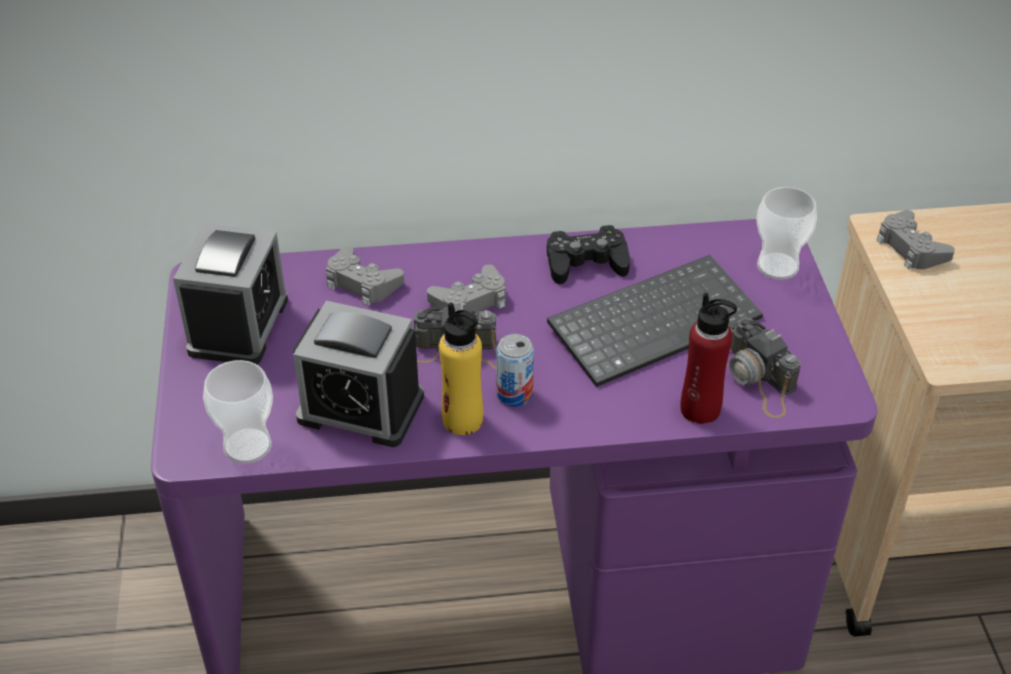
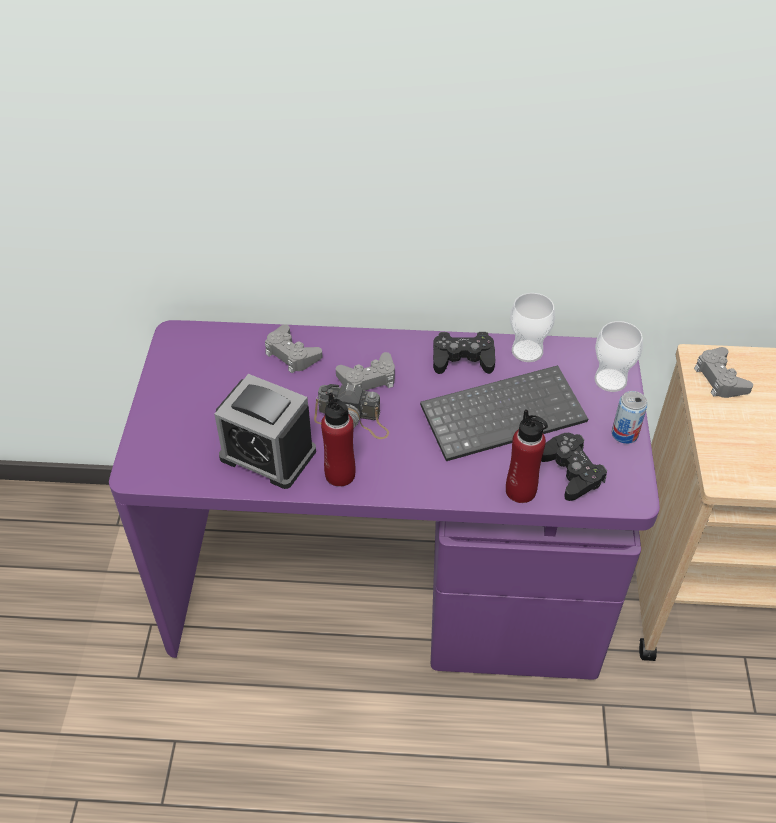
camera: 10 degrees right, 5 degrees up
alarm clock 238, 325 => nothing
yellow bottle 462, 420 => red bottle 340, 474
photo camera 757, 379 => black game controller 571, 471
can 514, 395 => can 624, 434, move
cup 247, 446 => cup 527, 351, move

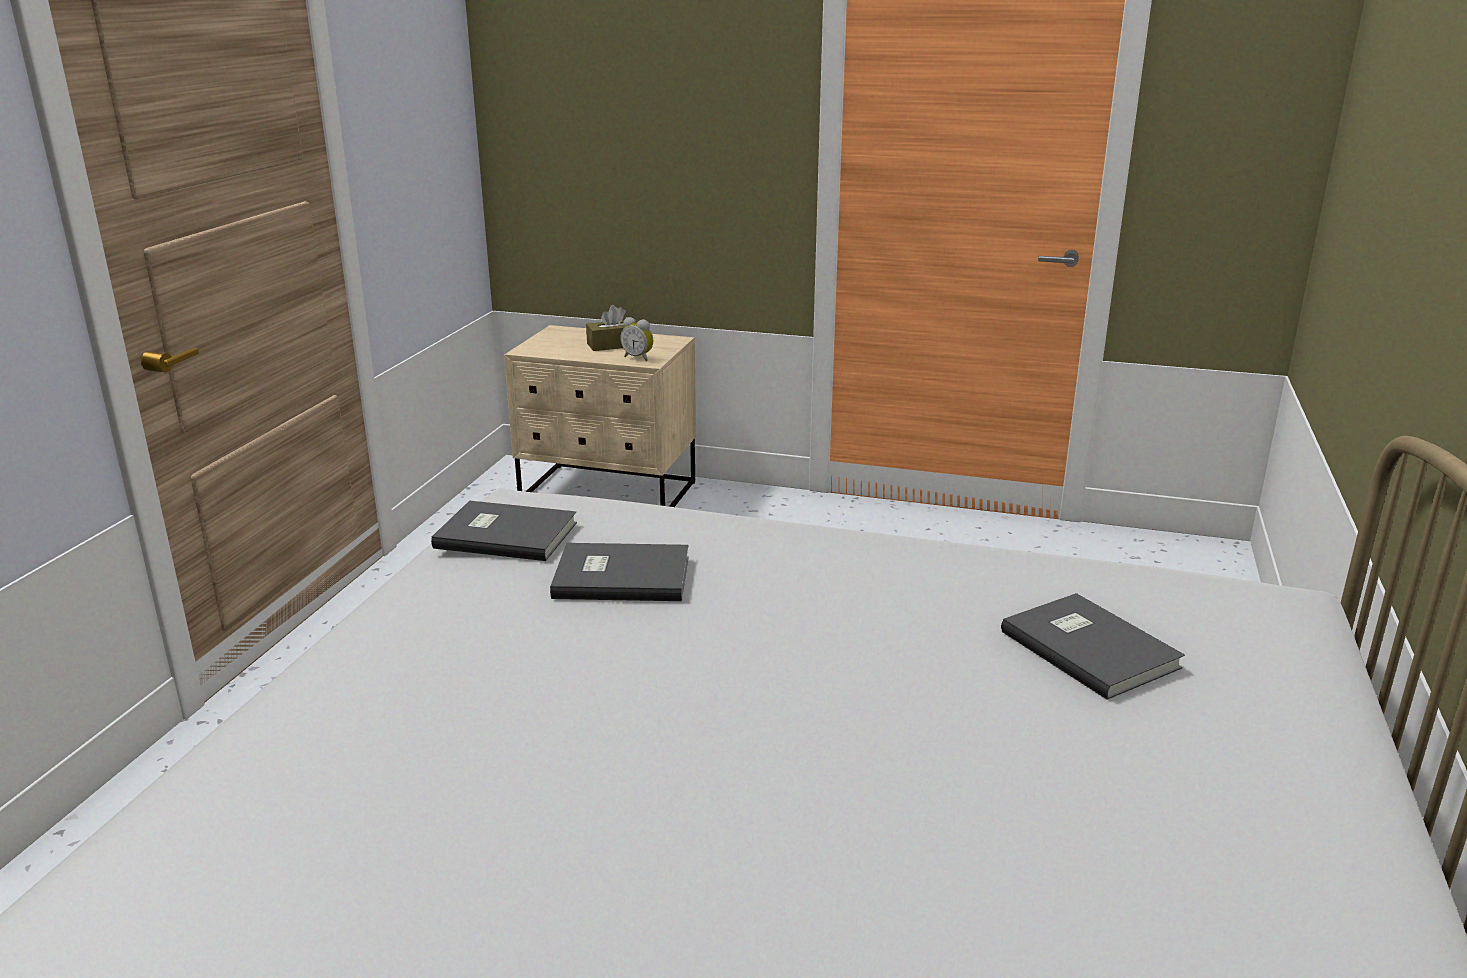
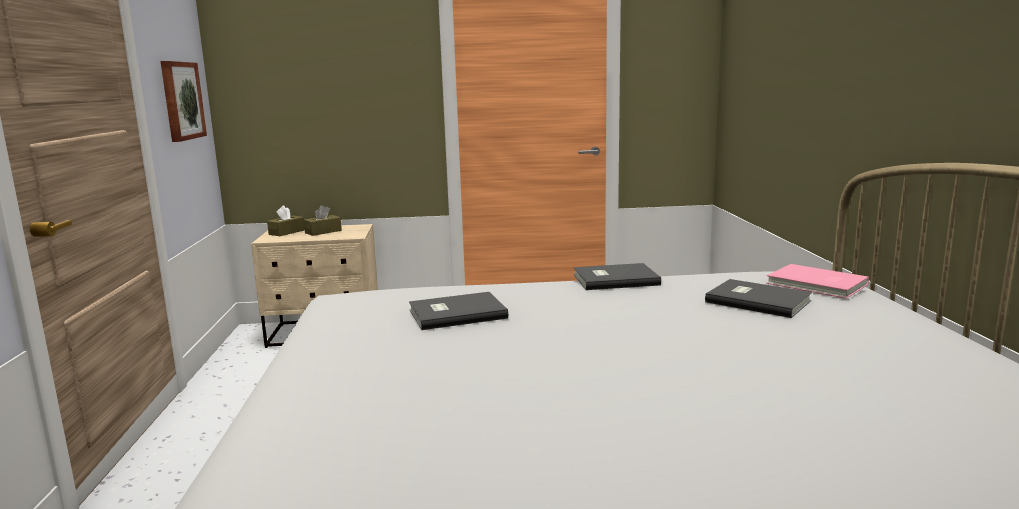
camera: 20 degrees left, 10 degrees down
alarm clock 638, 358 => nothing
grey book 505, 533 => grey book 614, 279, move
nothing => picture 181, 100
nothing => brown tissue box 287, 232
nothing => pink book 817, 284

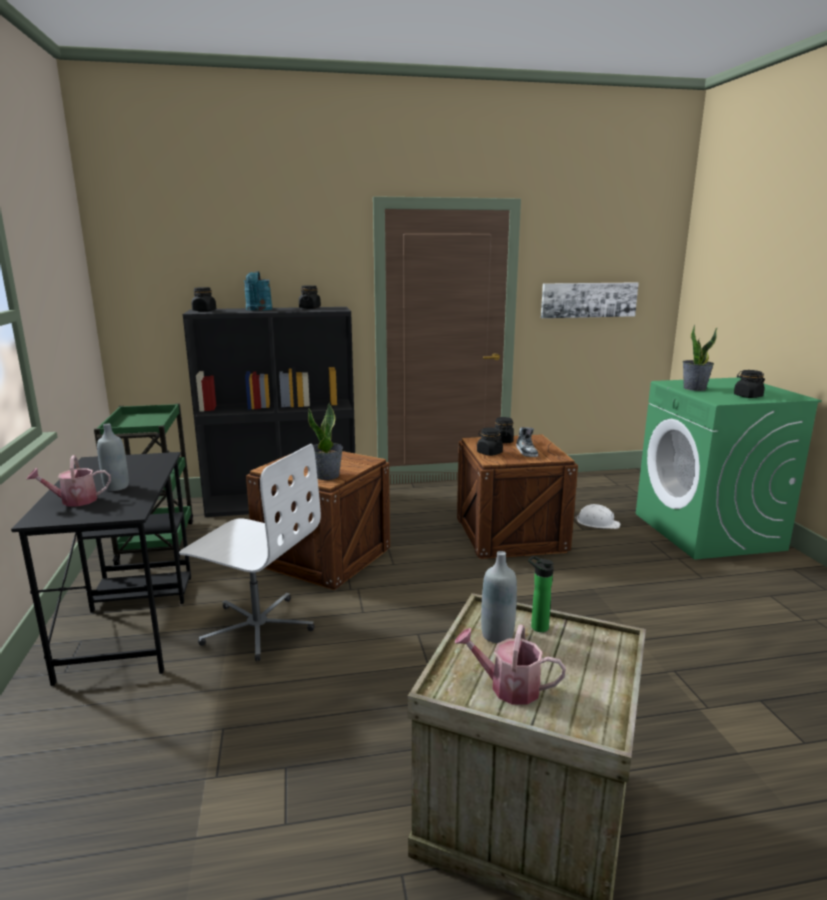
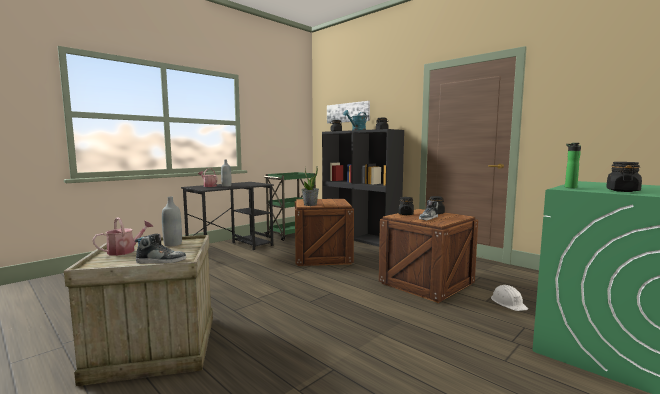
camera: 55 degrees right, 10 degrees down
picture 588, 300 => picture 348, 112, move
potted plant 694, 388 => nothing
white office chair 257, 627 => nothing
bottle 537, 626 => bottle 569, 187, move
watering can 508, 687 => watering can 125, 251, 60 degrees clockwise
nothing => shoe 161, 261

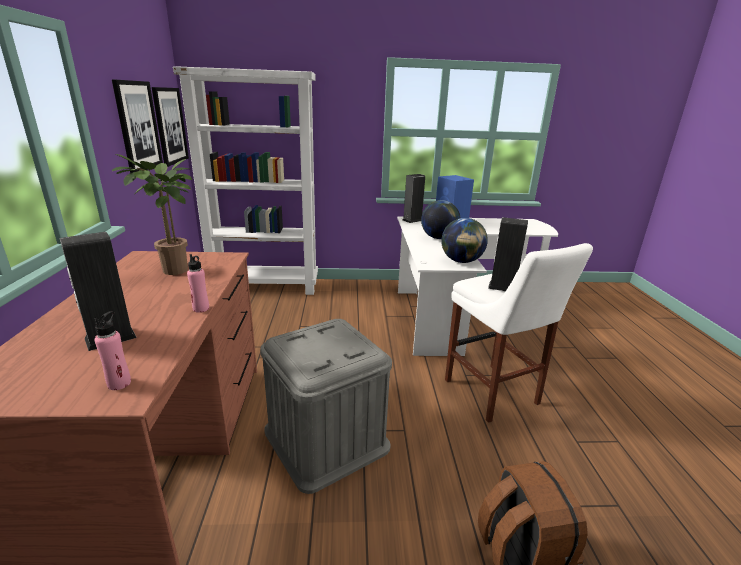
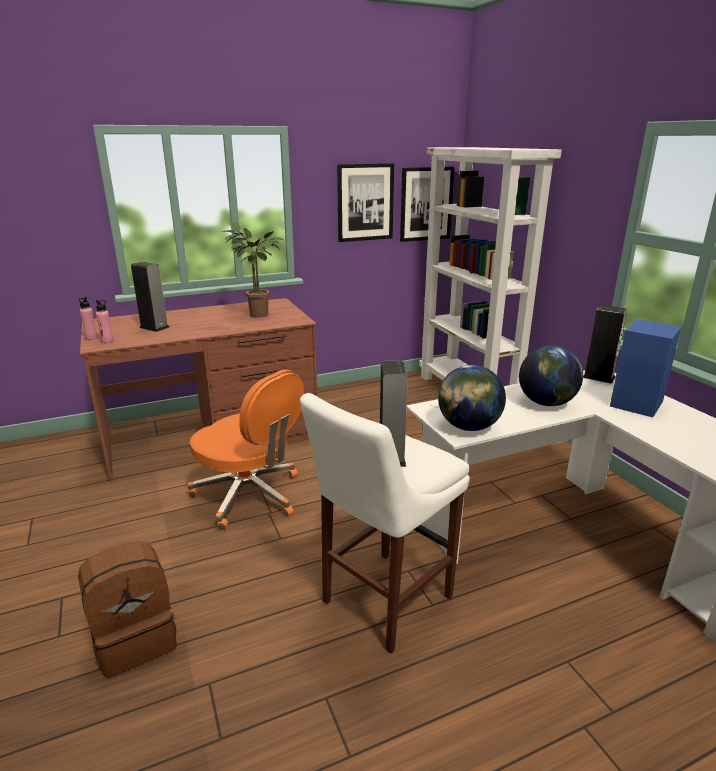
camera: 70 degrees right, 0 degrees up
pink bottle 201, 309 => pink bottle 91, 338, move
grey storage box 326, 439 => orange office chair 250, 496

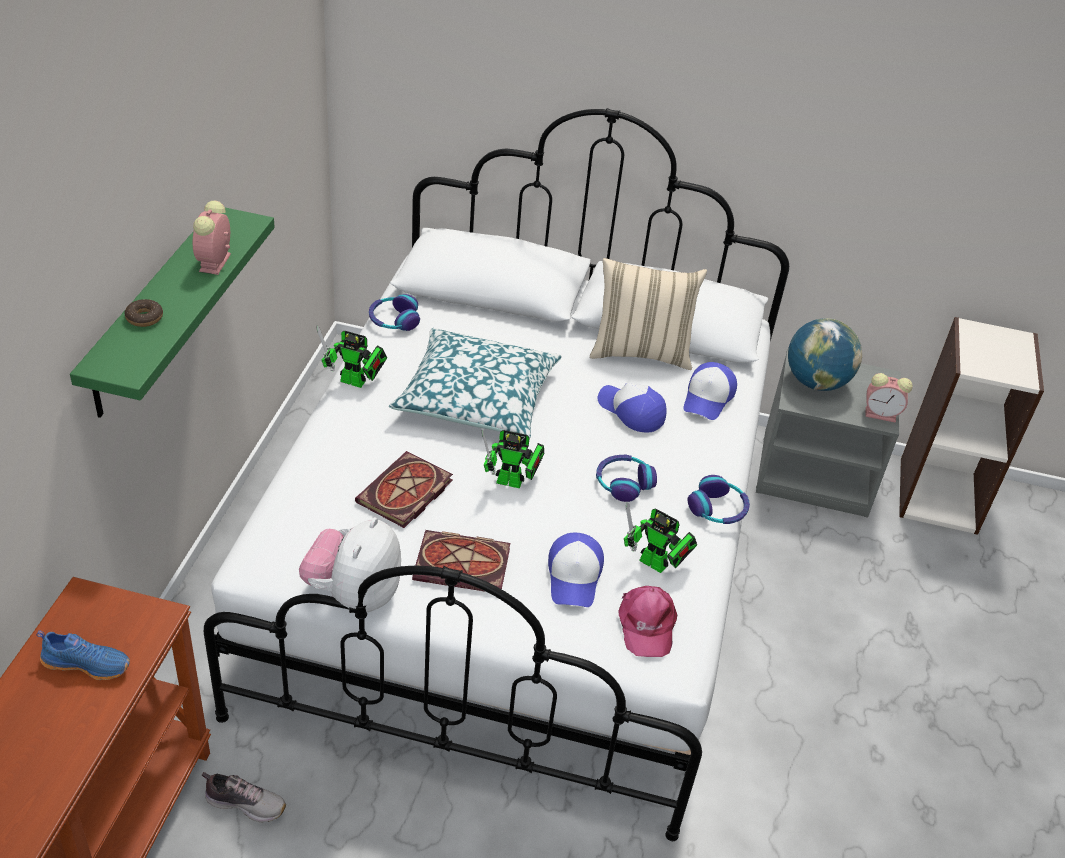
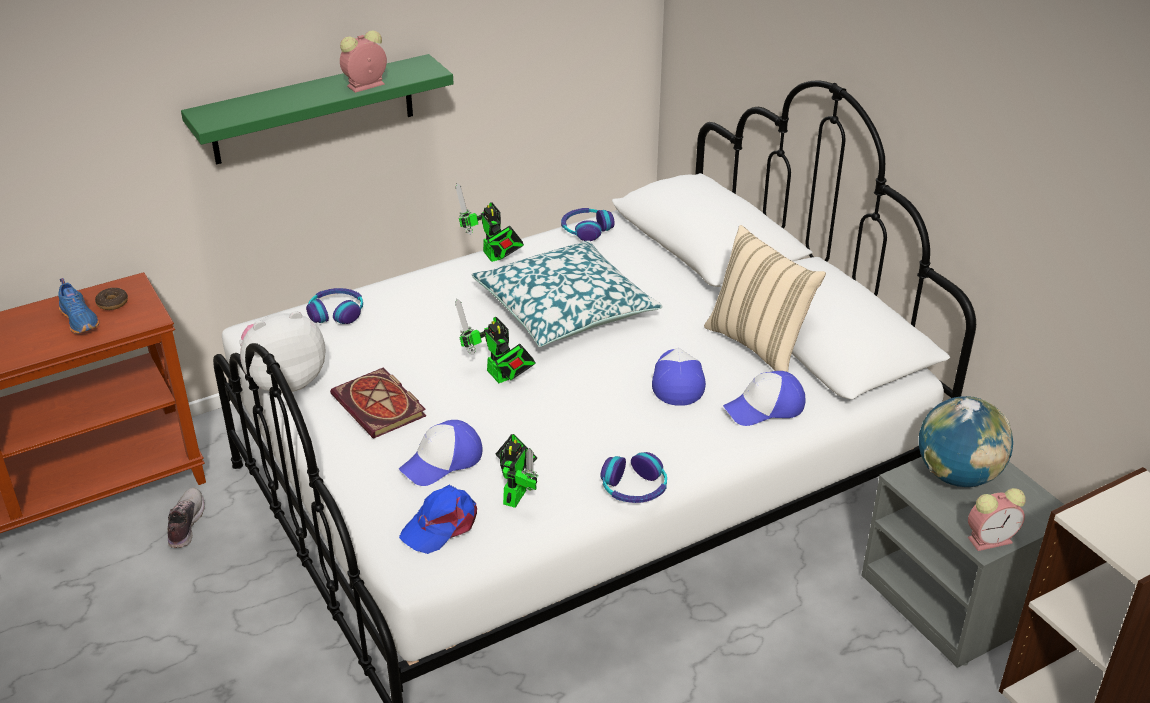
camera: 50 degrees right, 5 degrees down
donut 144, 318 => donut 112, 303, move
alarm clock 882, 414 => alarm clock 991, 539, 75 degrees counterclockwise
book 405, 494 => nothing
headphones 623, 483 => headphones 336, 313, move
toy robot 657, 565 => toy robot 516, 494, 150 degrees counterclockwise
pink cap 646, 625 => blue cap 441, 525
shoe 245, 803 => shoe 185, 524, 150 degrees counterclockwise

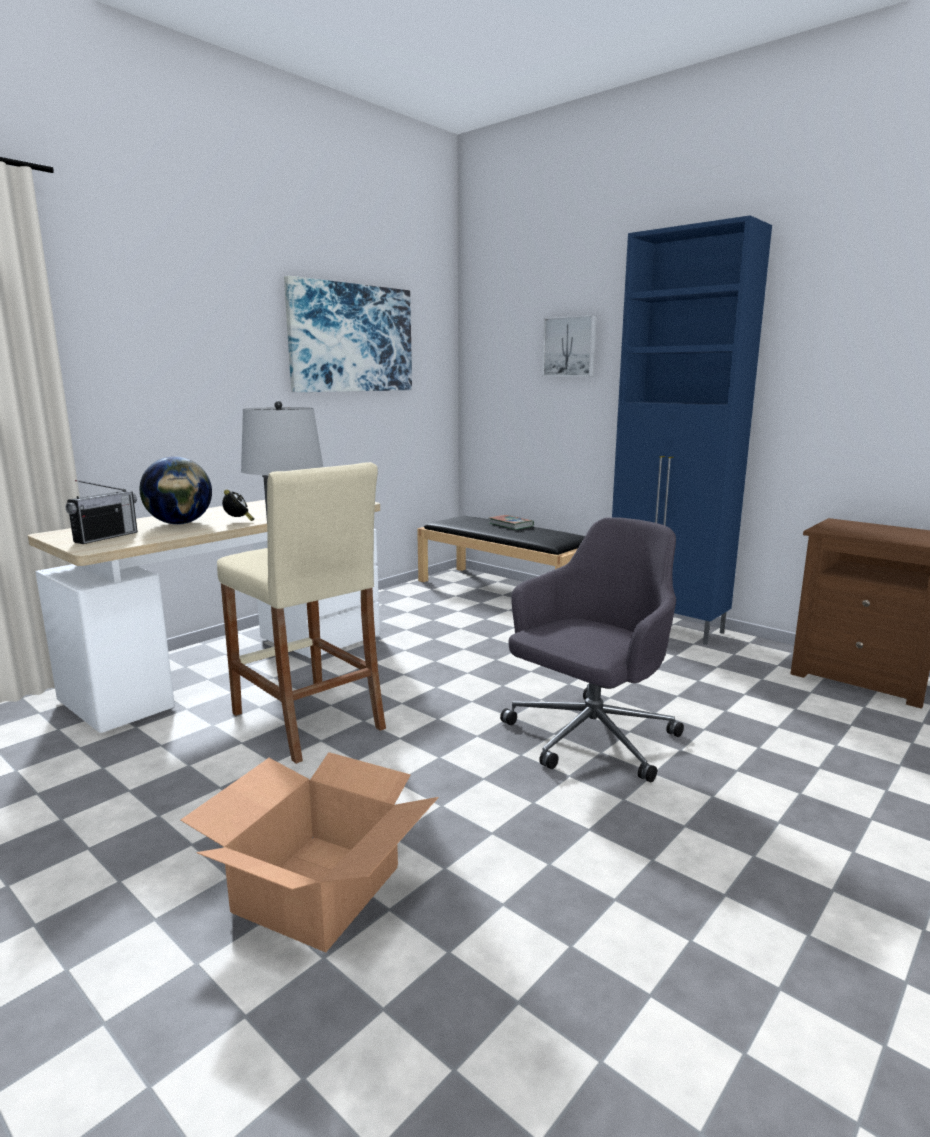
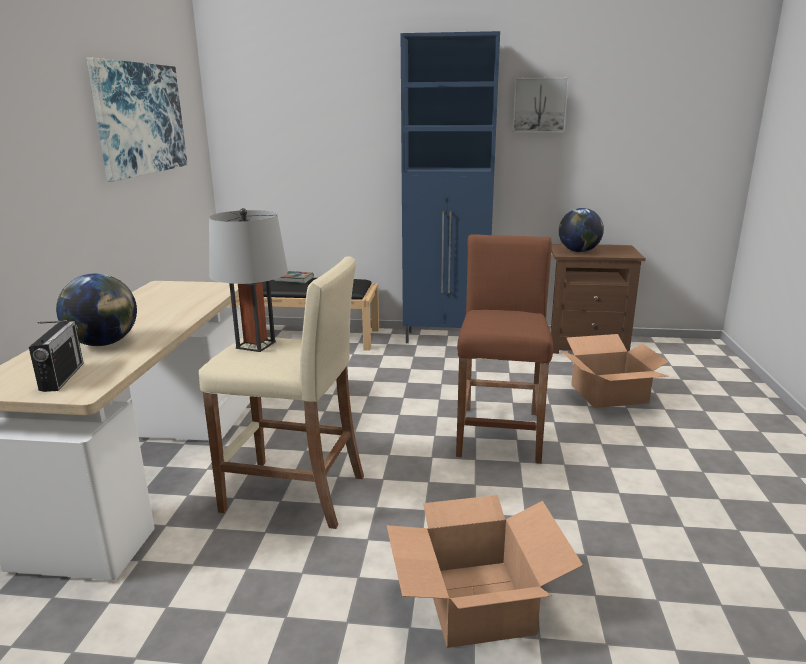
camera: 35 degrees left, 5 degrees up
picture 570, 347 => picture 539, 105, move
alarm clock 238, 521 => nothing
grey office chair 589, 739 => brown stool 500, 433
nothing => globe 579, 251
nothing => cardboard box 609, 394

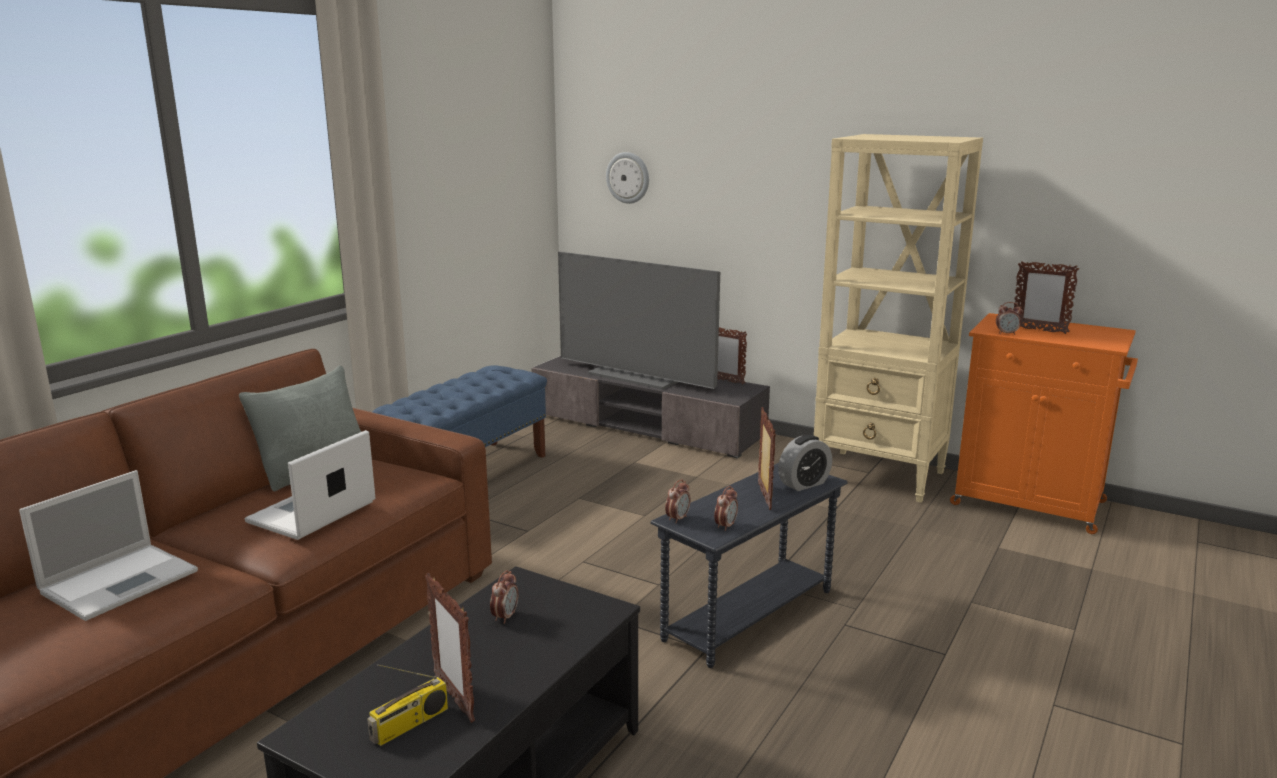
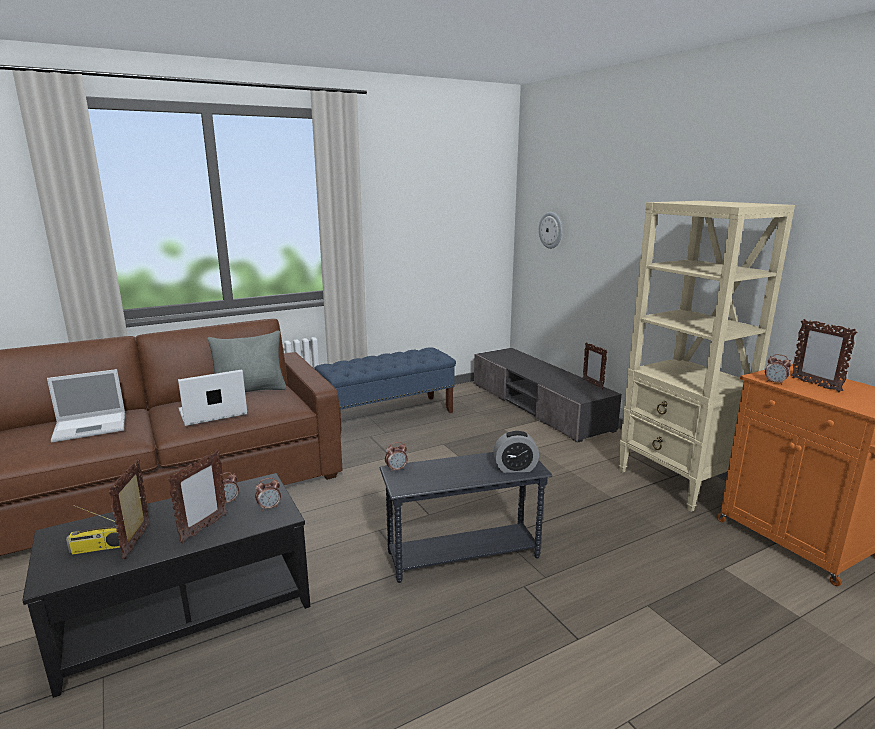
camera: 30 degrees right, 0 degrees up
television 638, 376 => nothing
picture frame 764, 497 => picture frame 204, 528, move
alarm clock 725, 526 => alarm clock 269, 507, move

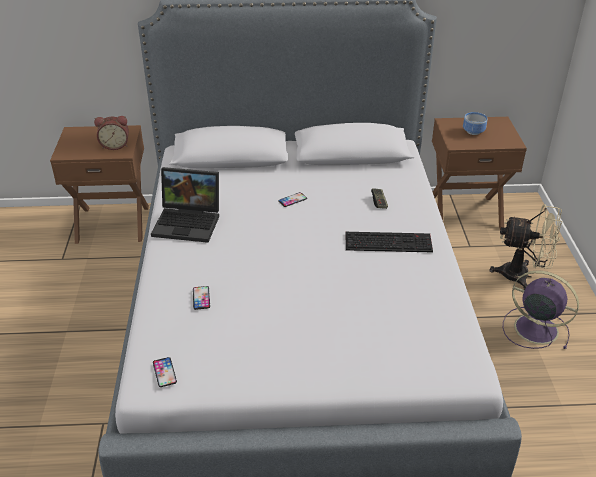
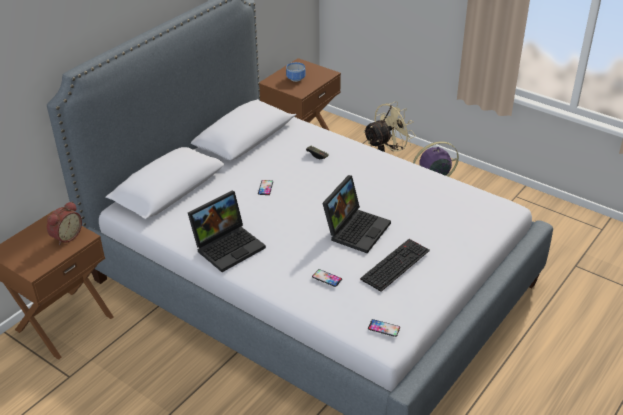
camera: 50 degrees left, 0 degrees up
keyboard 389, 242 => keyboard 395, 264, move
nothing => laptop 356, 229

